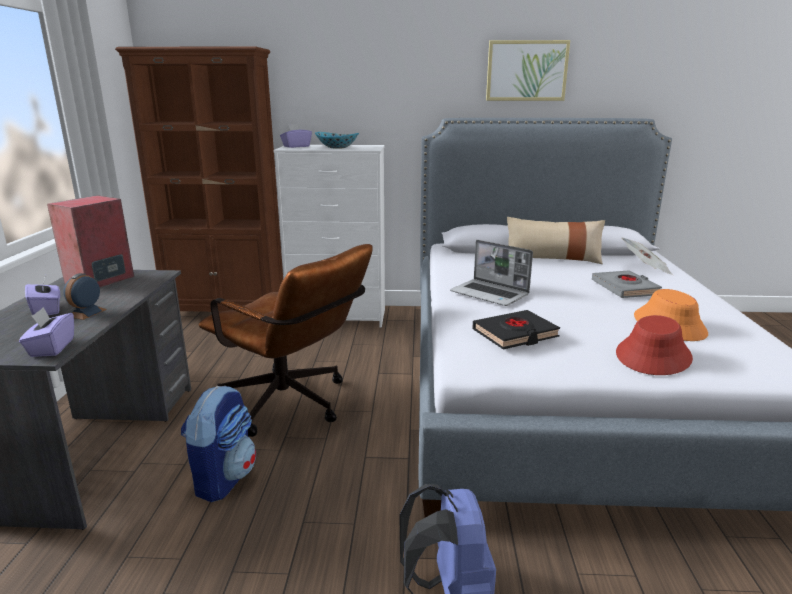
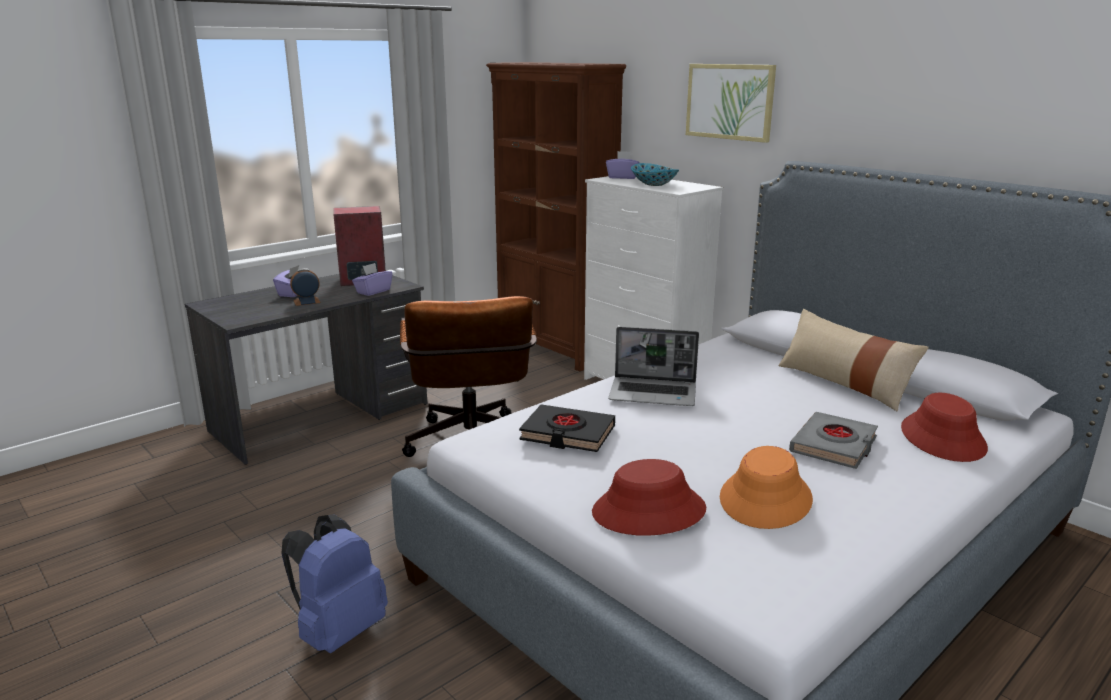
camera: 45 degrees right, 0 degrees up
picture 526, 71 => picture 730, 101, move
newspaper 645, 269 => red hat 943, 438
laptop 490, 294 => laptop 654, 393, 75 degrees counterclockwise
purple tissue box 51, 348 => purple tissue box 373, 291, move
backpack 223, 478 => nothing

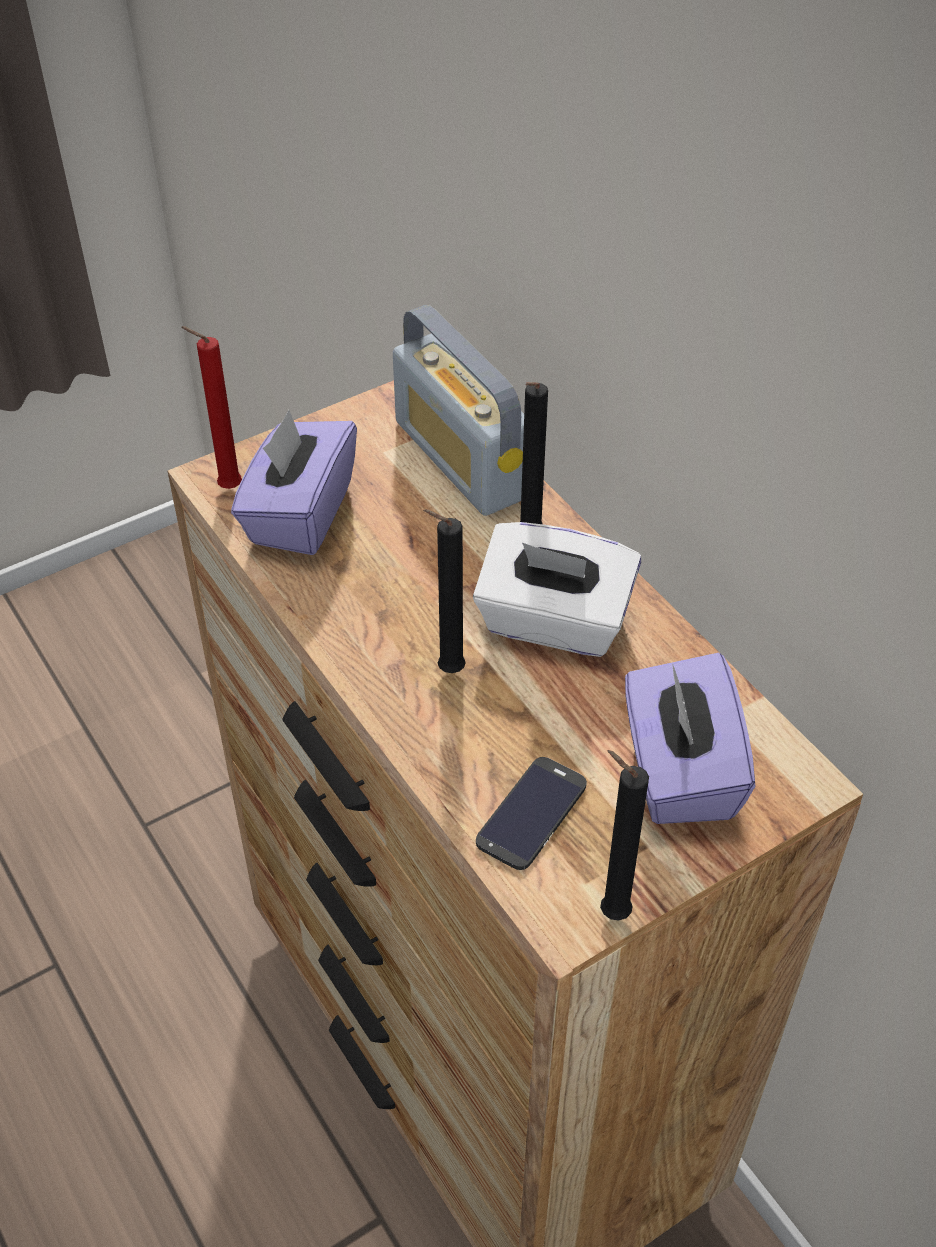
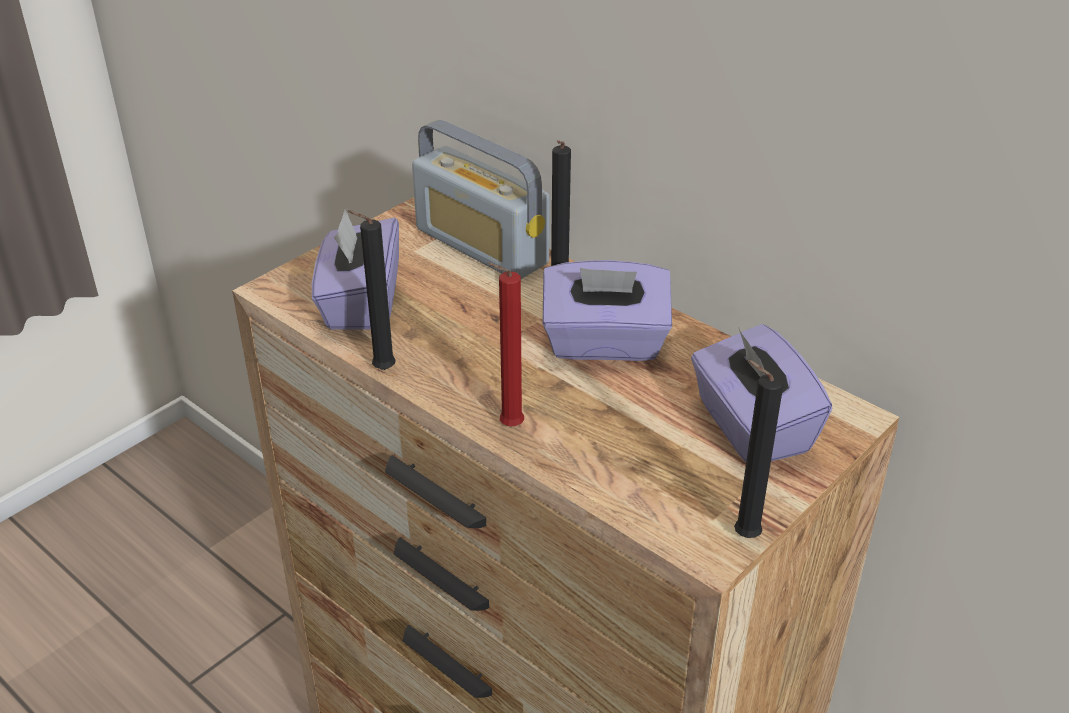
camera: 15 degrees left, 10 degrees down
red candle 226, 488 => red candle 507, 427, move
black candle 446, 670 => black candle 380, 370, move
white tissue box 553, 623 => purple tissue box 605, 344
phone 532, 813 => nothing

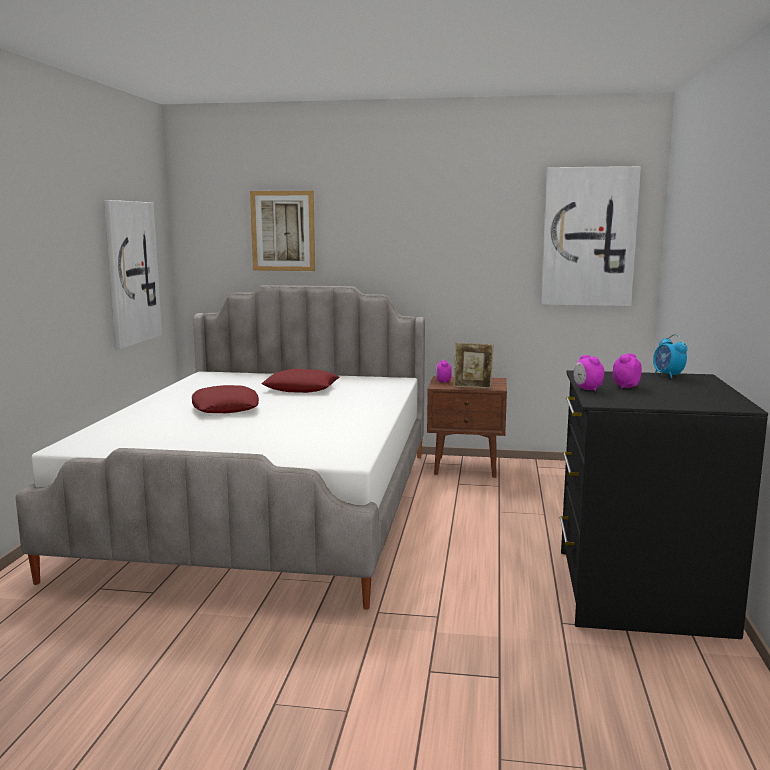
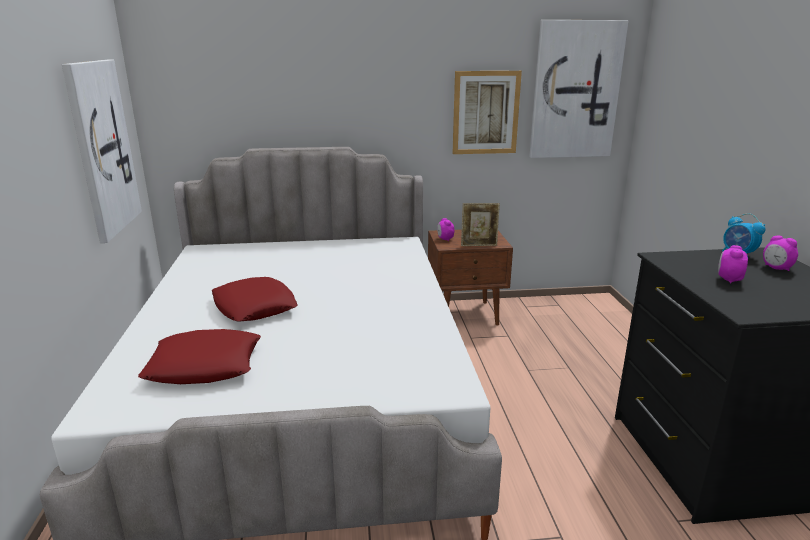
camera: 15 degrees left, 10 degrees up
picture 283, 231 => picture 485, 113, move
alarm clock 587, 389 => alarm clock 776, 268, move
red pillow 301, 388 => red pillow 205, 365, move

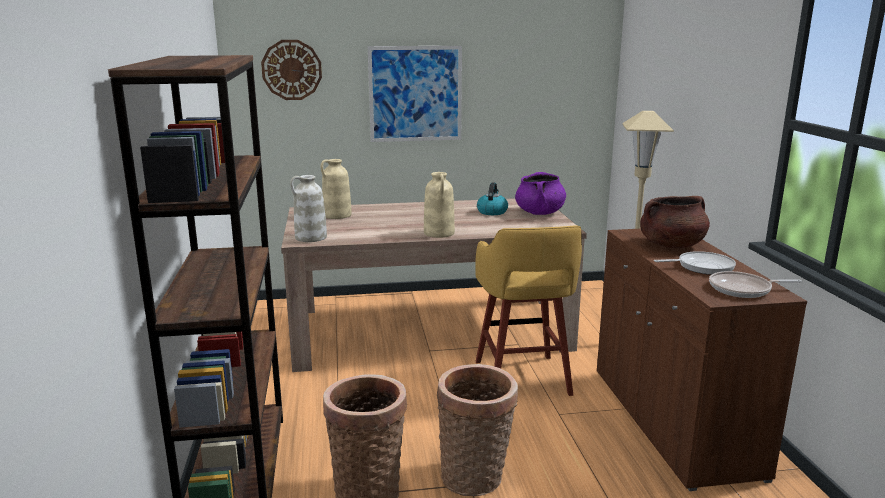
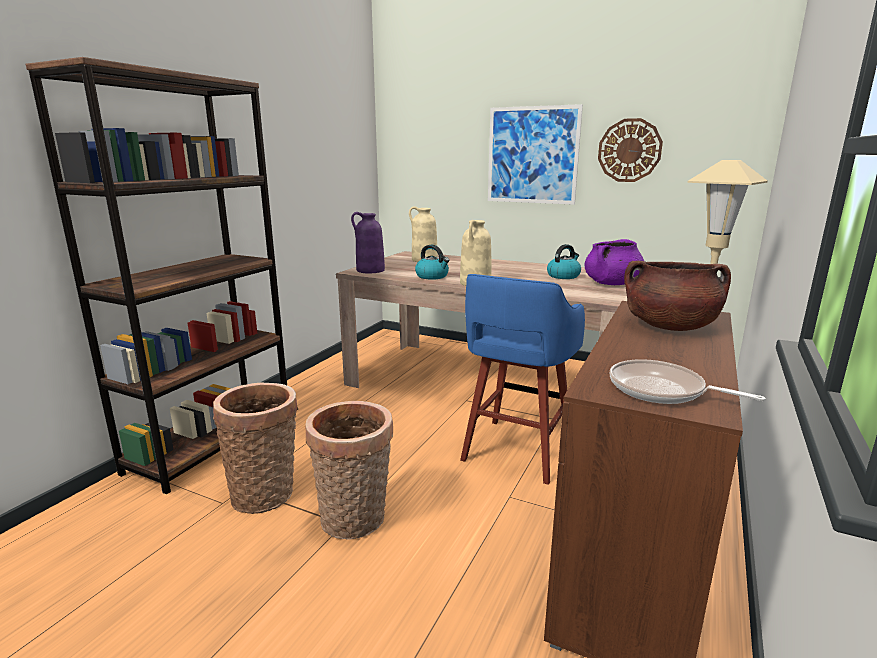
camera: 35 degrees right, 0 degrees up
wall clock 291, 70 => wall clock 629, 150, move
white vase 310, 238 => purple vase 370, 270
yellow stool 522, 379 => blue stool 516, 452
frying pan 702, 267 => nothing
nothing => kettle 432, 276

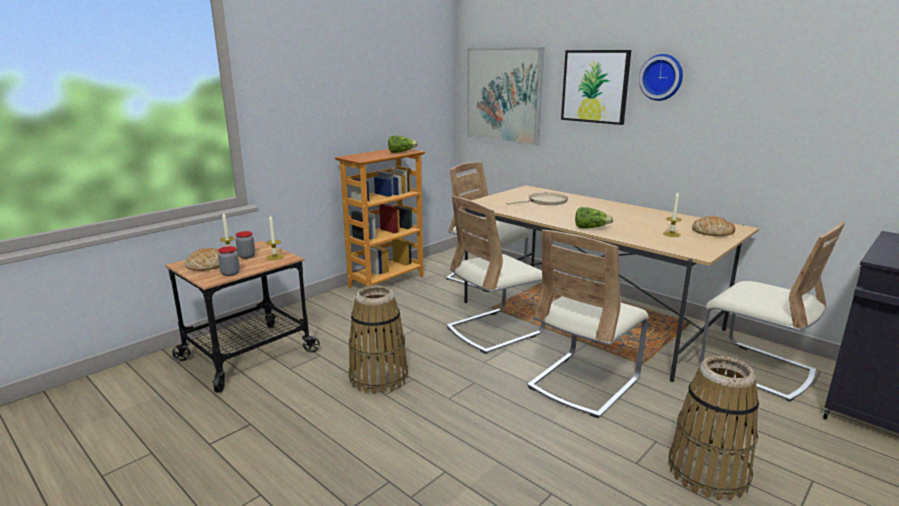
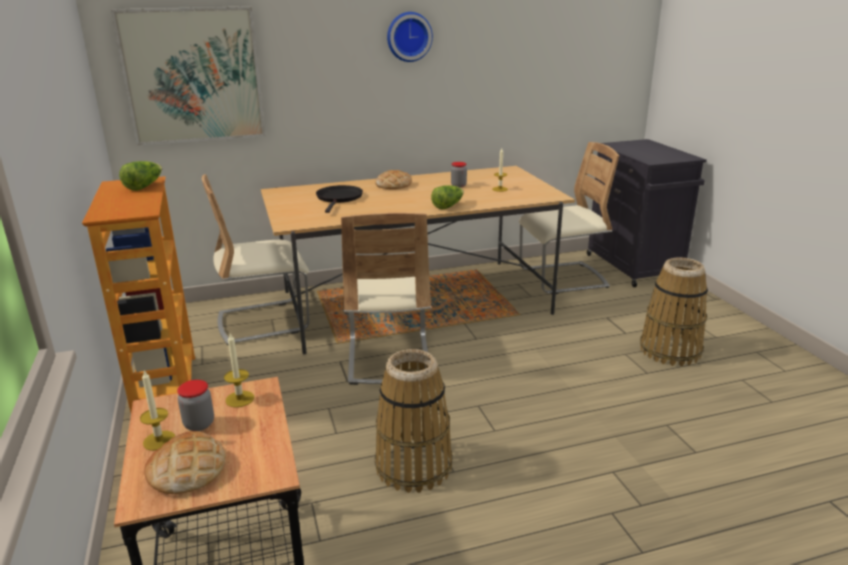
camera: 60 degrees left, 5 degrees up
picture 595, 86 => nothing
beige frying pan 545, 202 => black frying pan 339, 198
bread 712, 231 => bread 393, 185, move
beige chair 583, 383 => nothing
jar 230, 273 => jar 458, 185, move

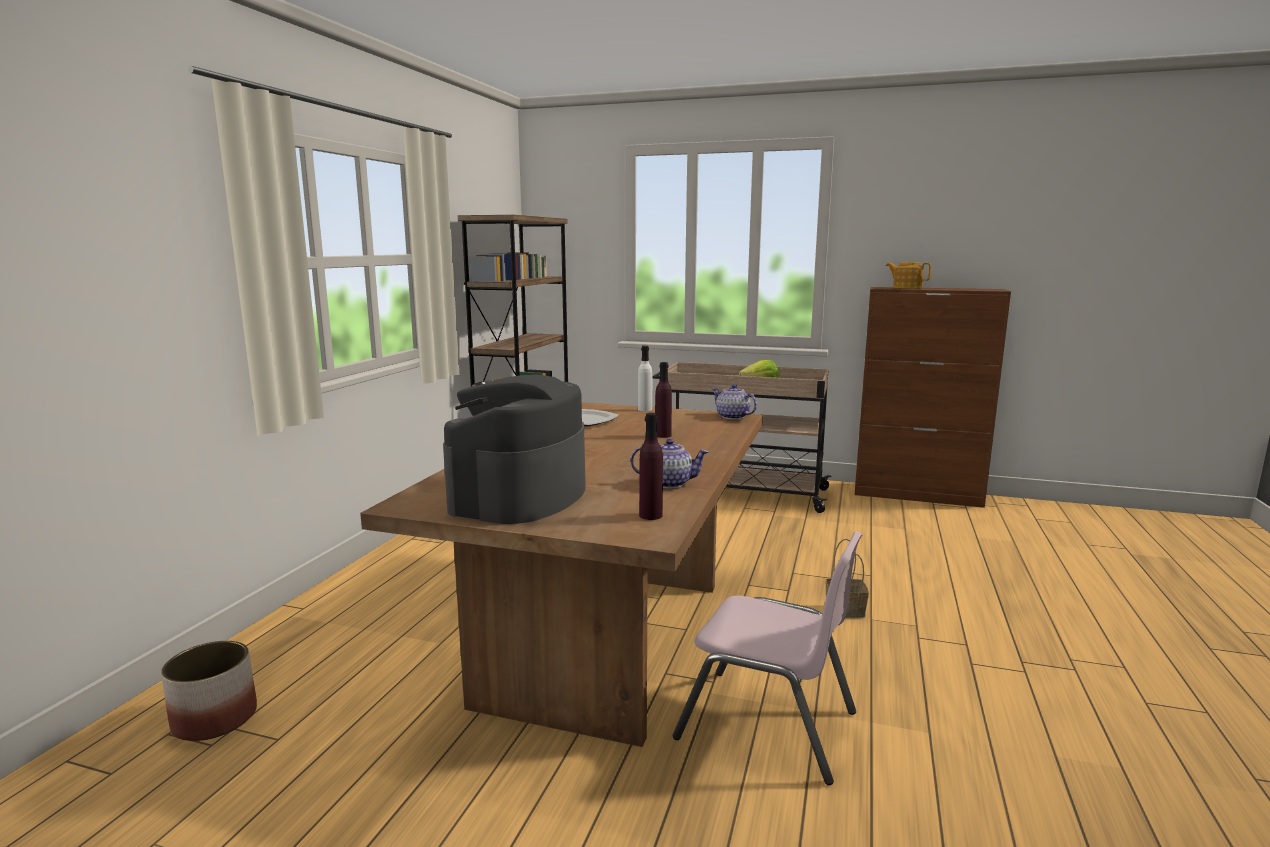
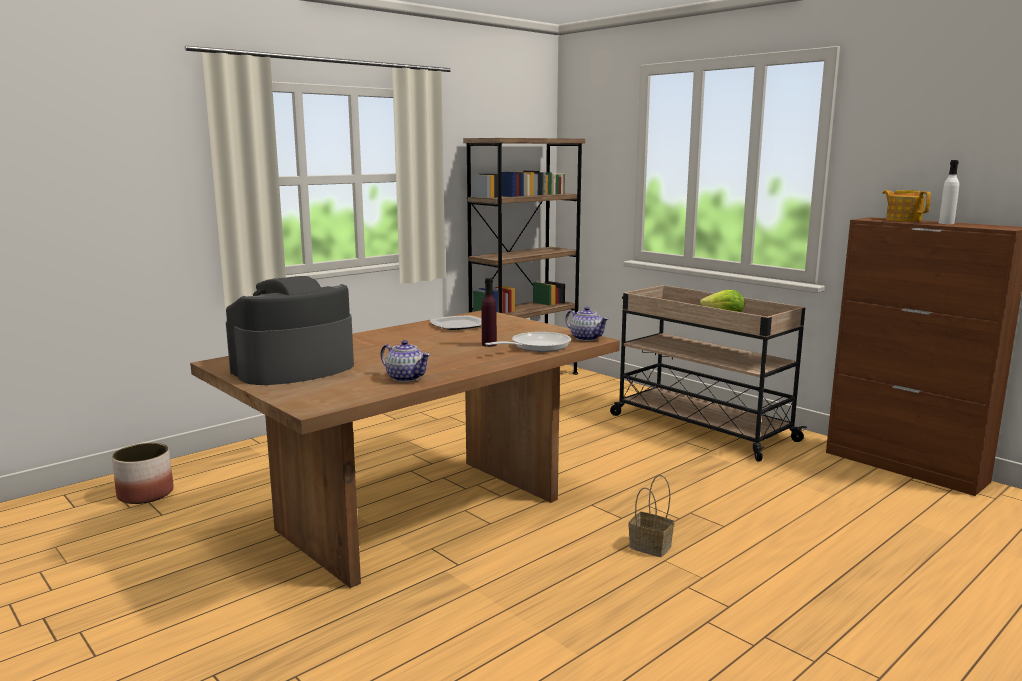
camera: 30 degrees right, 0 degrees up
white bottle 645, 409 => white bottle 946, 223, move
teapot 733, 417 => teapot 586, 338, 150 degrees clockwise
purple bottle 650, 515 => nothing
pink chair 768, 725 => nothing
nothing => frying pan 536, 346

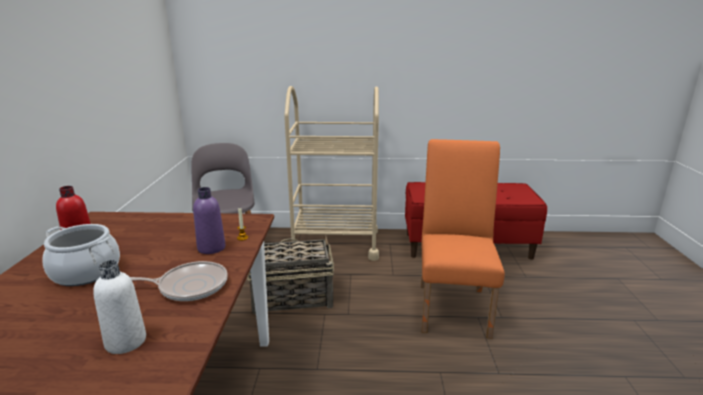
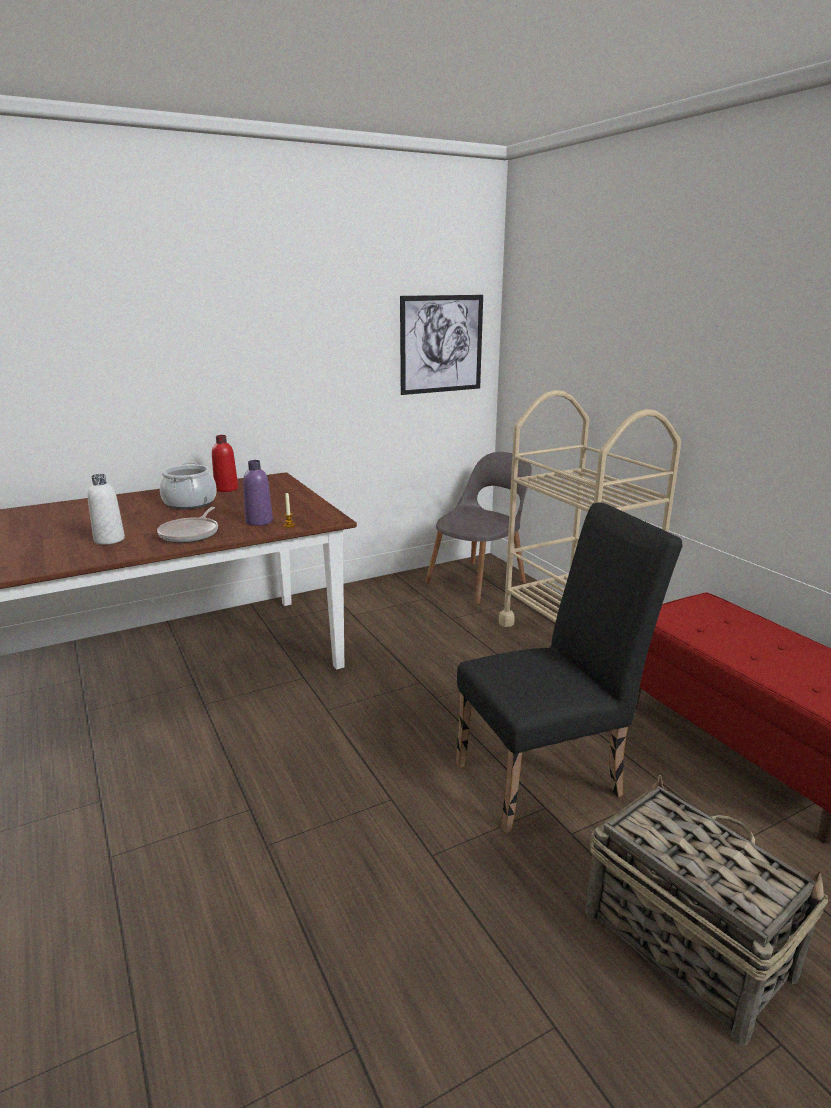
camera: 60 degrees right, 0 degrees up
orange chair 453, 305 => black chair 549, 776
basket 291, 297 => basket 684, 942, move
frying pan 190, 286 => frying pan 191, 534, 45 degrees clockwise
nothing => picture 441, 344

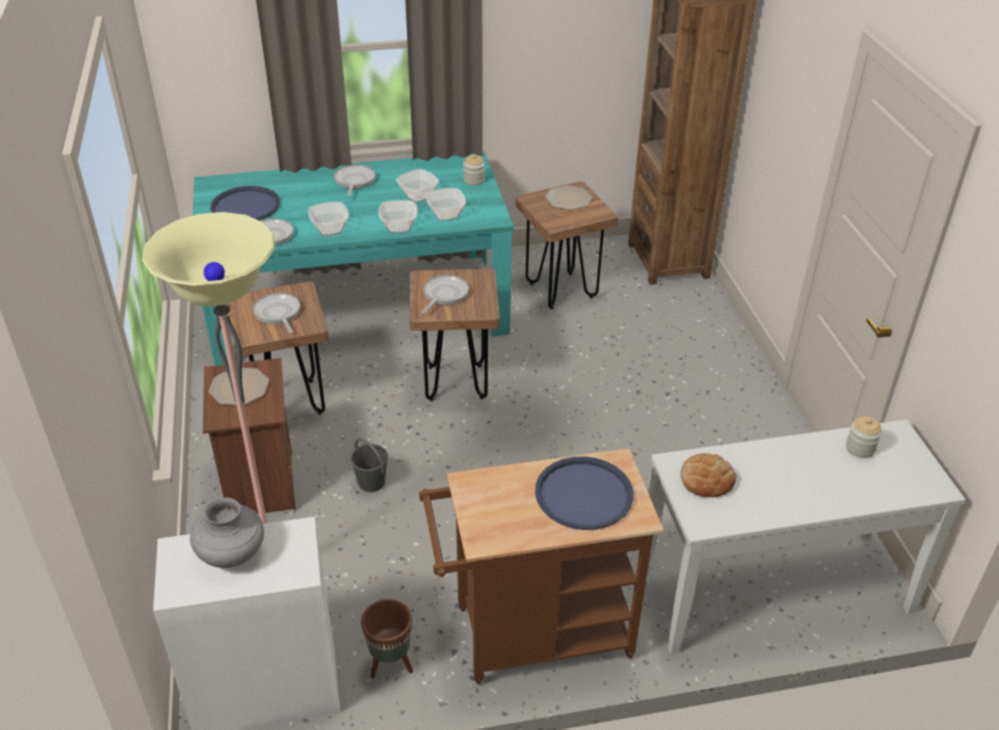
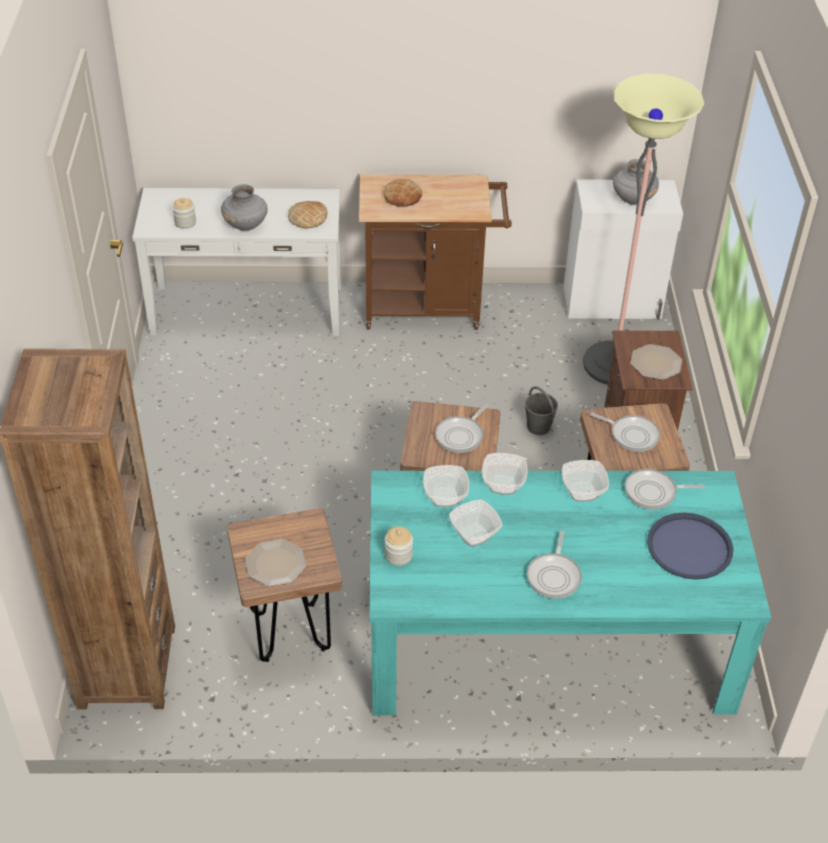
camera: 170 degrees left, 5 degrees up
frying pan 278, 313 => frying pan 631, 435, 45 degrees counterclockwise
blue tray 583, 494 => bread 402, 196
brown planter 391, 664 => nothing
nothing => grey vase 246, 225

